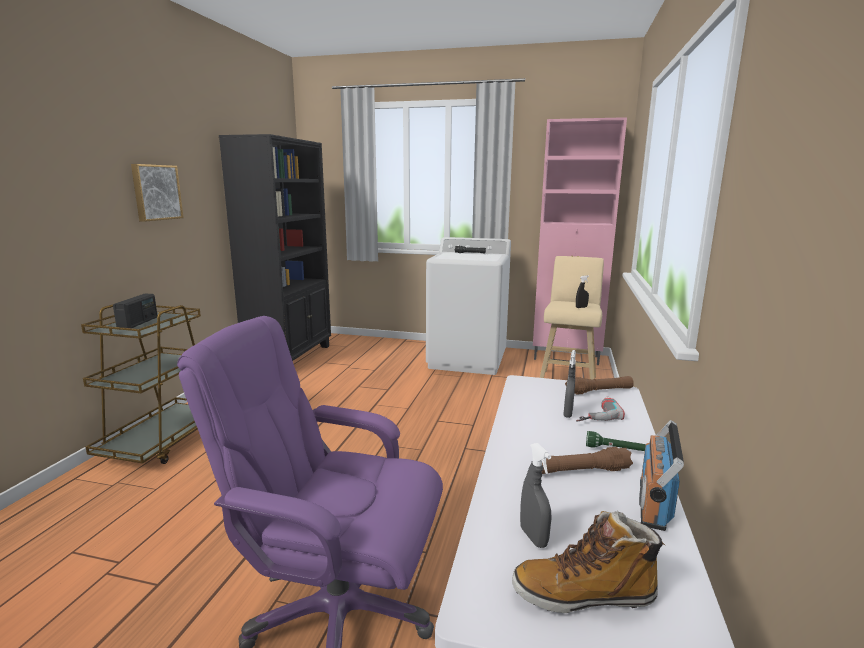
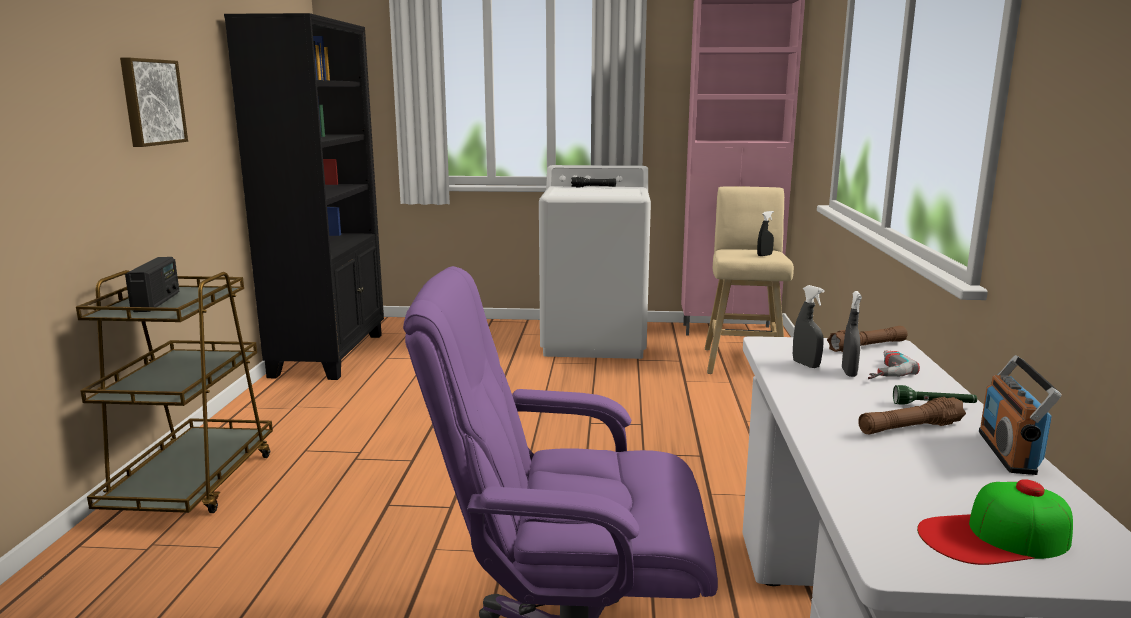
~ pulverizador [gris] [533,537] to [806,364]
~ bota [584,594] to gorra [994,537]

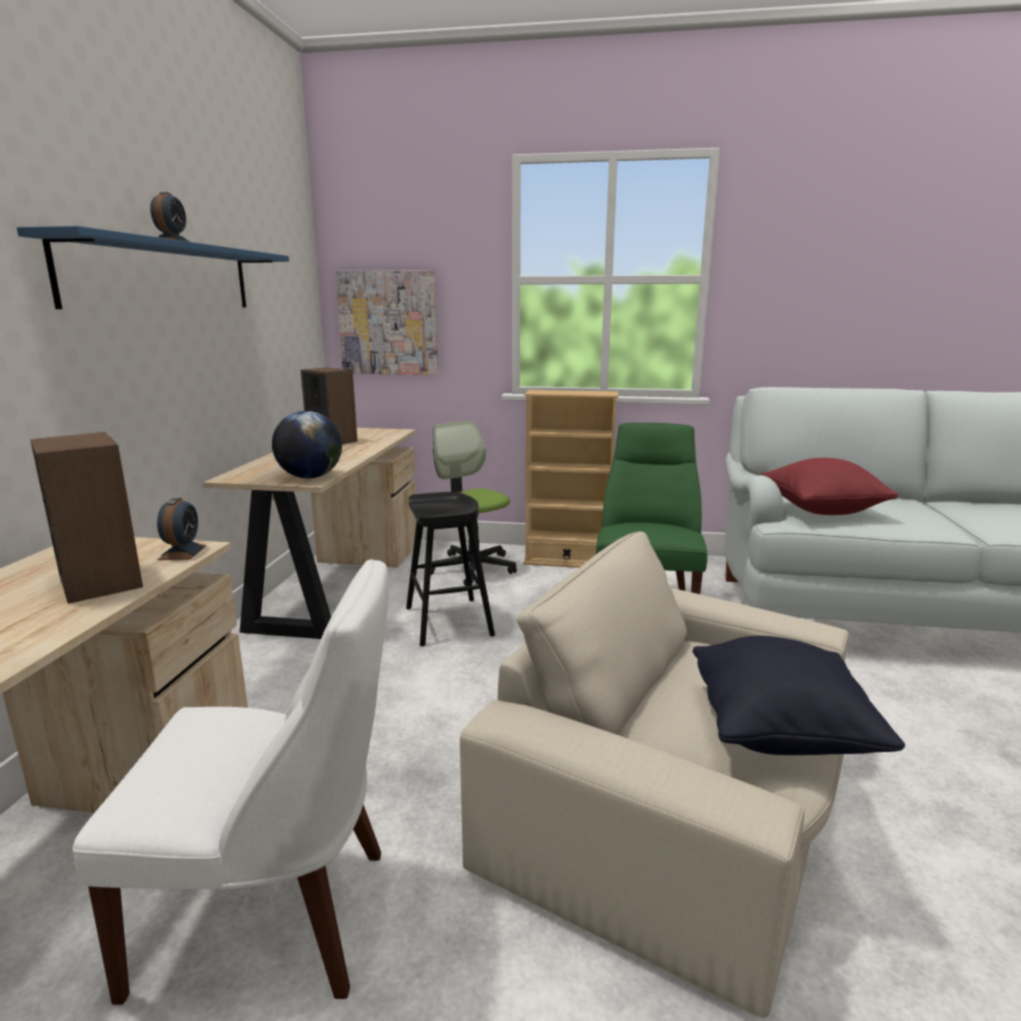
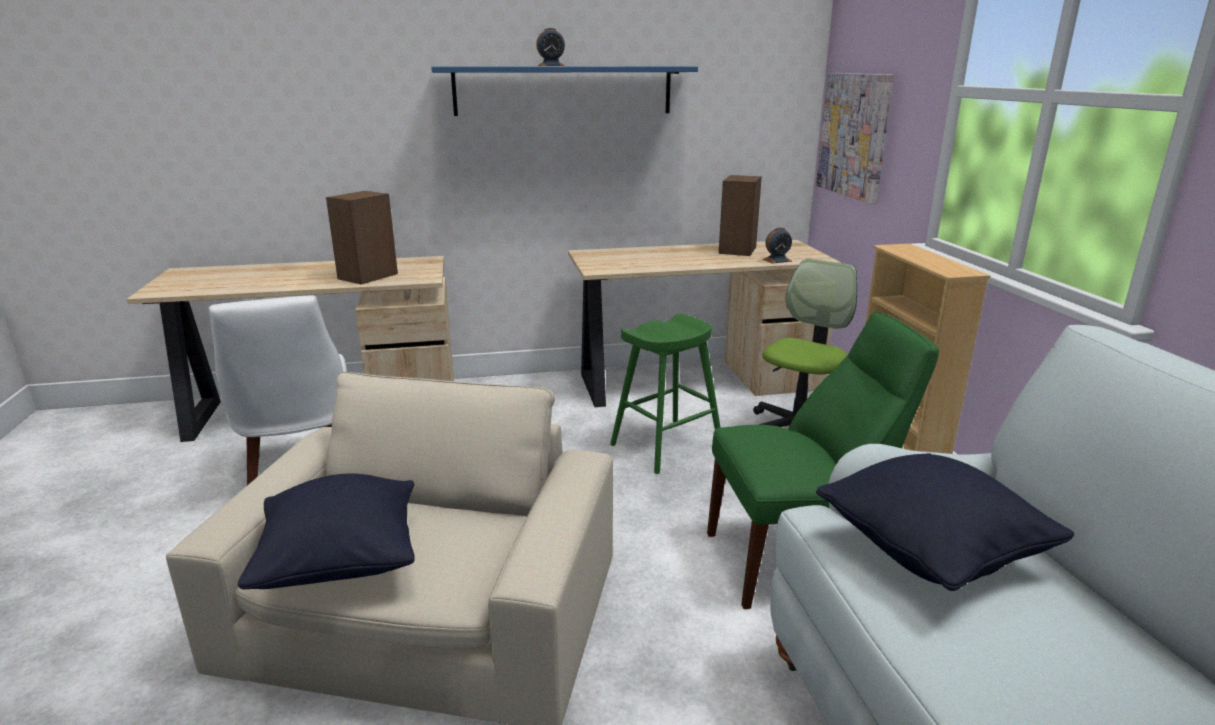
- globo terráqueo [310,477]
~ cojín [rojo] [821,510] to cojín [negro] [930,553]
~ taburete [negro] [448,621] to taburete [verde] [666,446]
~ despertador [182,552] to [777,260]

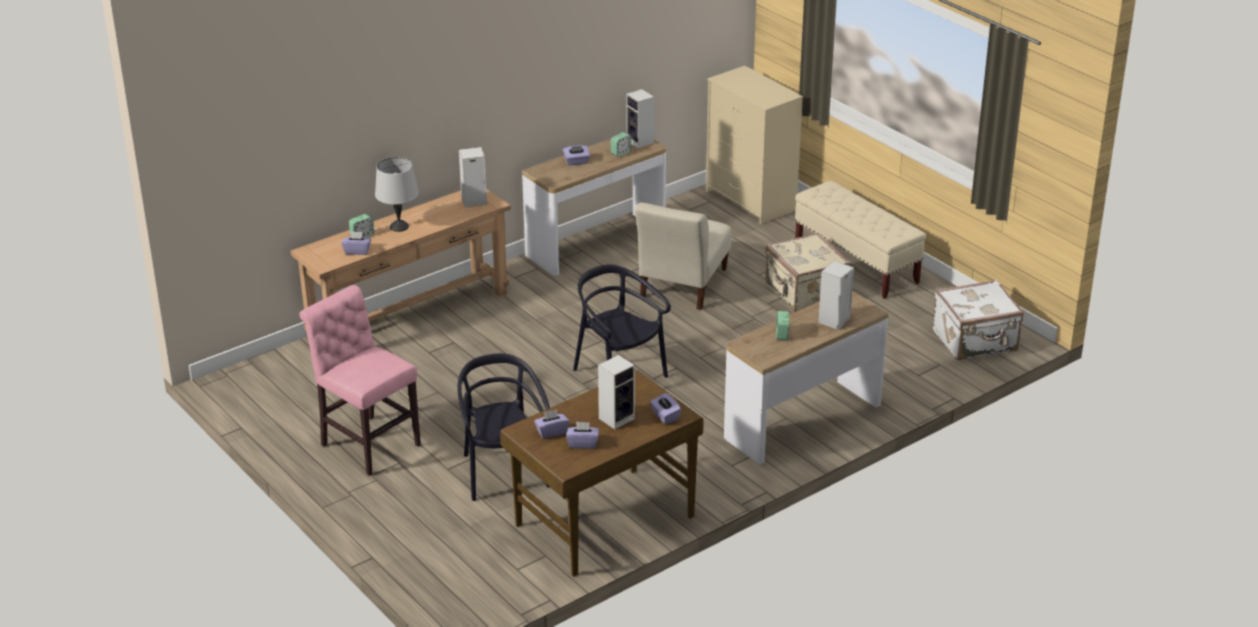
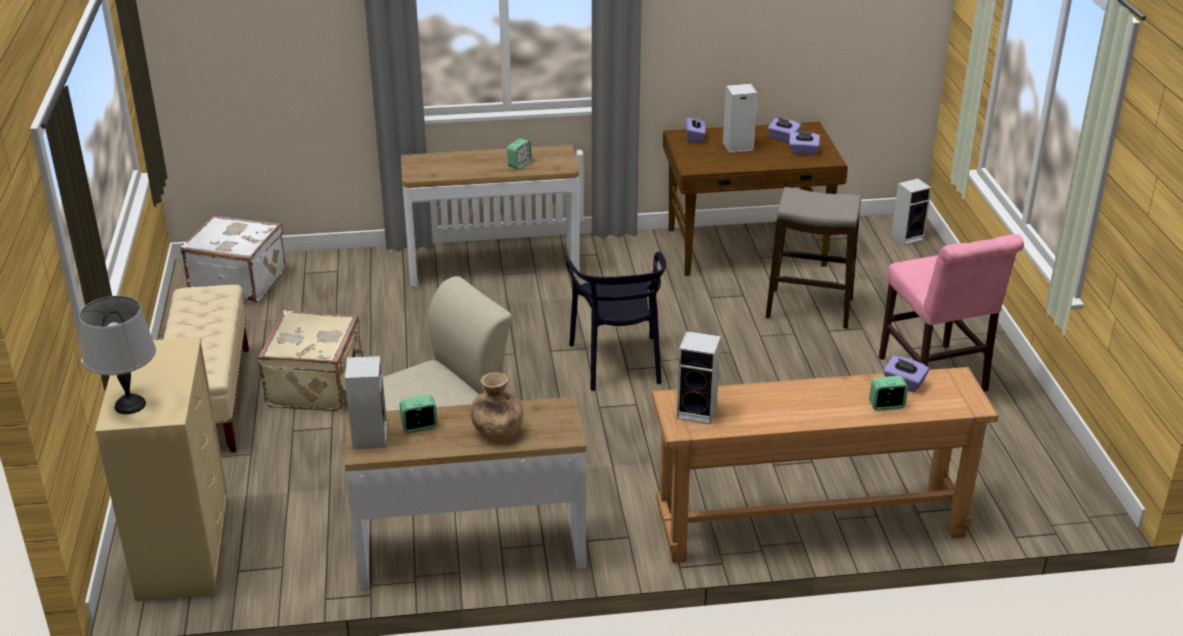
~ caja de pañuelos [morado] [576,162] to florero [marrón] [497,431]
~ lámpara de mesa [gris] [399,226] to [130,405]
~ altavoz [834,321] to [908,237]
~ silla [negro] [503,472] to taburete [809,309]

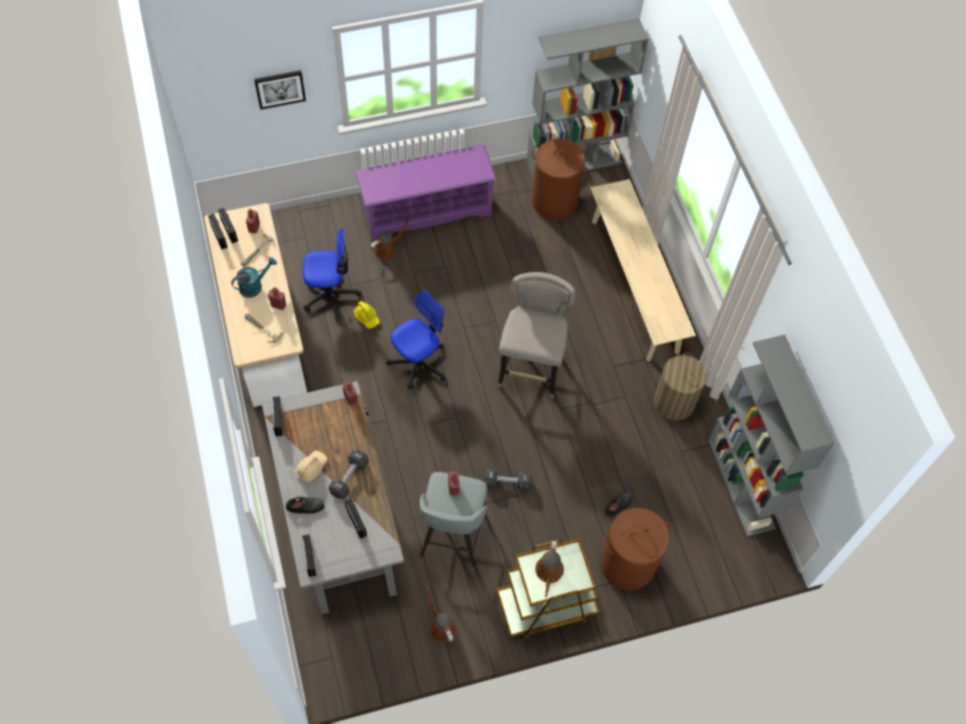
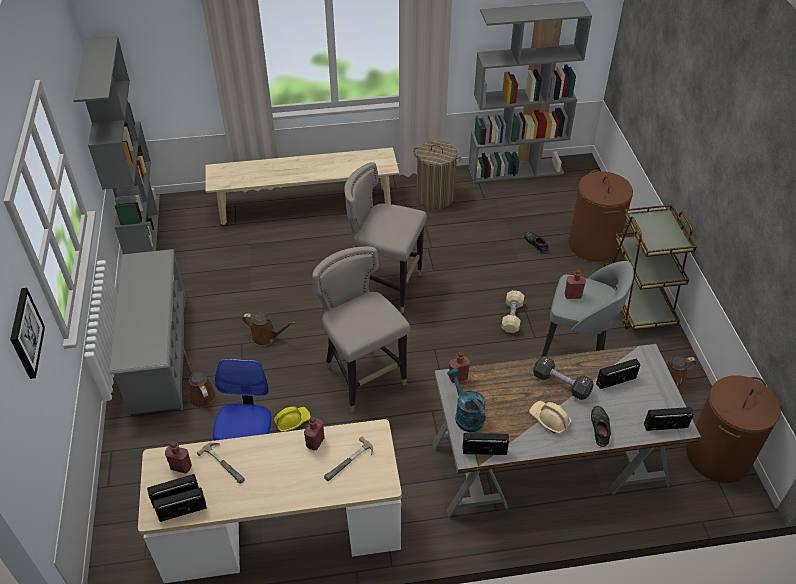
~ cesto de la ropa [marrón] [554,201] to [718,457]
~ zapatero [morado] [426,211] to zapatero [gris] [159,353]
~ regadera [turquesa] [254,286] to [466,415]
~ silla de oficina [418,363] to taburete [gris] [363,377]
~ mancuerna [negro] [507,482] to mancuerna [beis] [512,317]
~ regadera [marrón] [549,572] to [266,336]

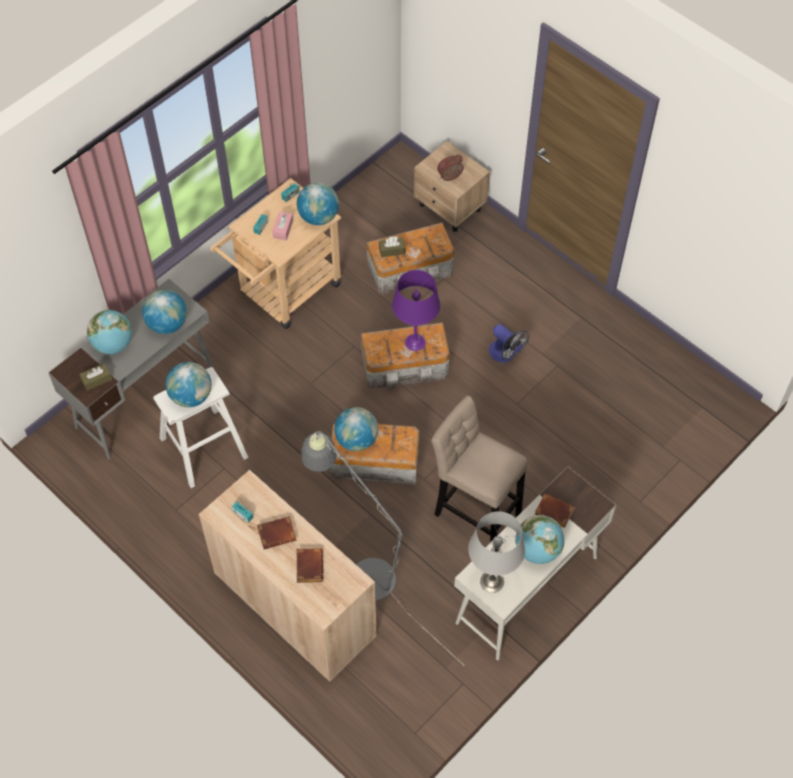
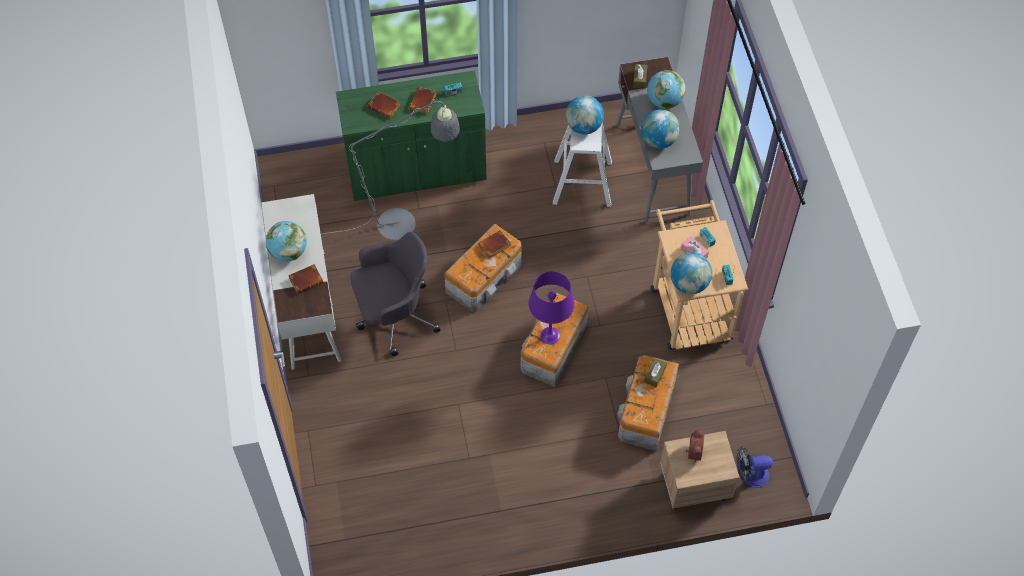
~ ventilador [506,354] to [750,476]
~ taburete [beis] [474,510] to silla de oficina [gris] [394,316]
~ globo terráqueo [356,439] to libro [marrón] [494,247]
~ armario [beis] [294,604] to armario [verde] [416,171]
- lámpara de mesa [gris] [491,581]

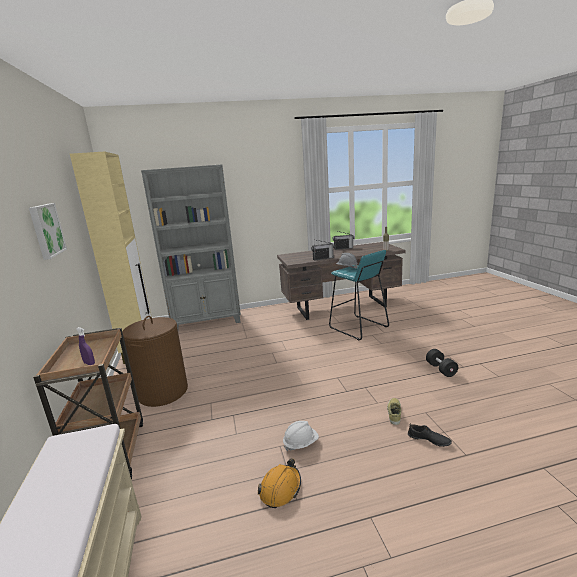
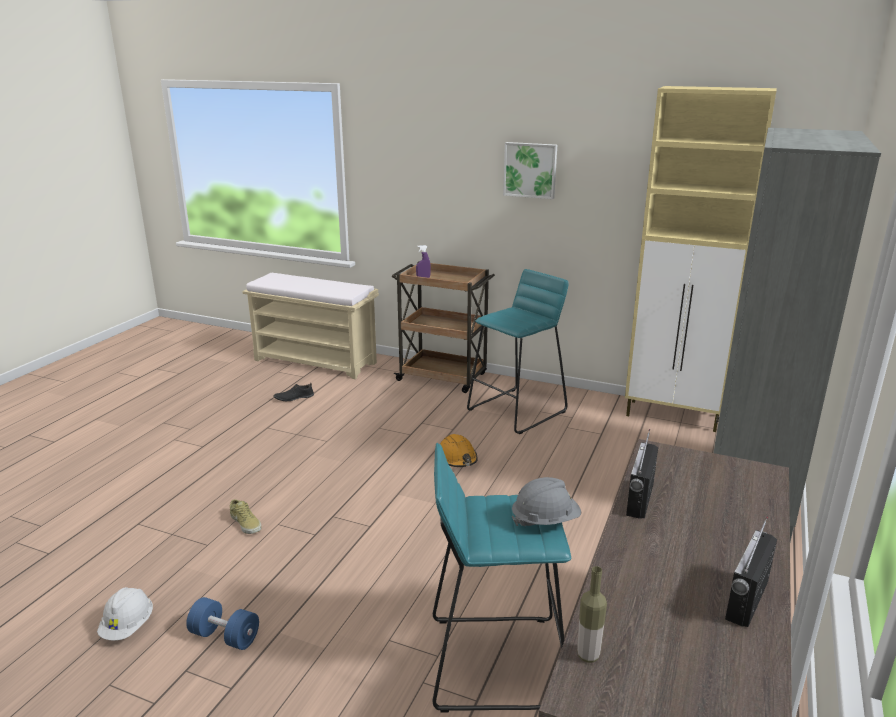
~ cesto de la ropa [marrón] [163,392] to taburete [turquesa] [517,411]
~ mancuerna [negro] [441,369] to mancuerna [azul] [225,636]
~ casco [blanco] [301,443] to [128,626]
~ zapato [negro] [429,440] to [294,397]
~ casco [naranja] [280,488] to [457,459]

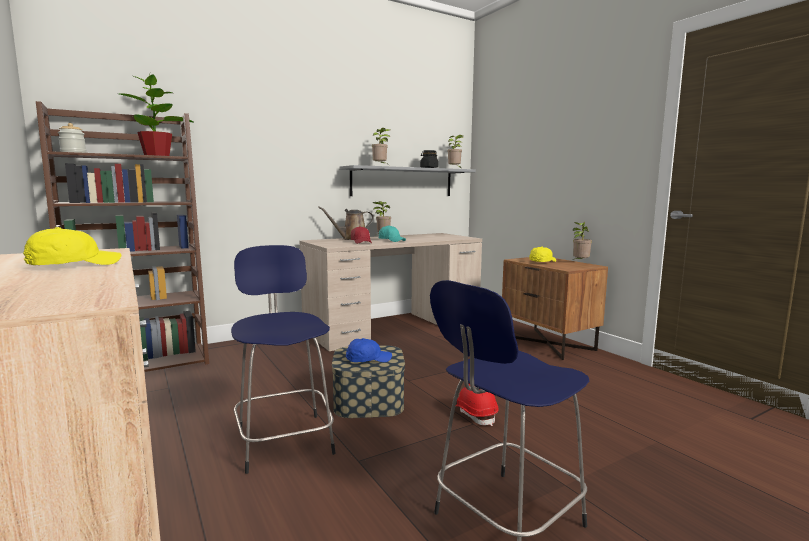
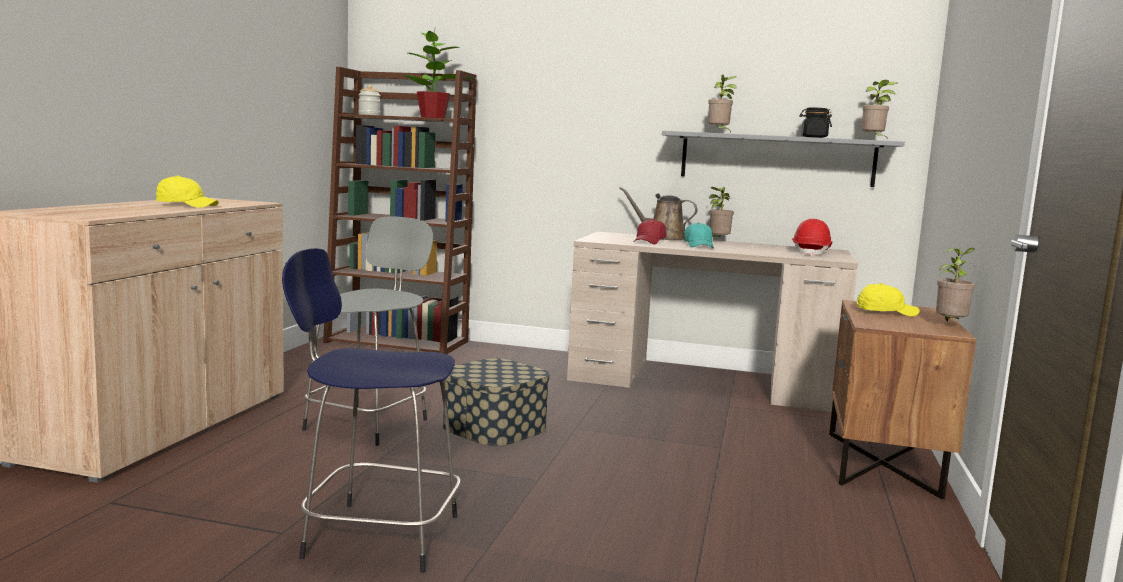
~ taburete [azul] [284,439] to taburete [gris] [369,423]
- gorra [azul] [368,359]
~ casco [rojo] [475,414] to [811,253]

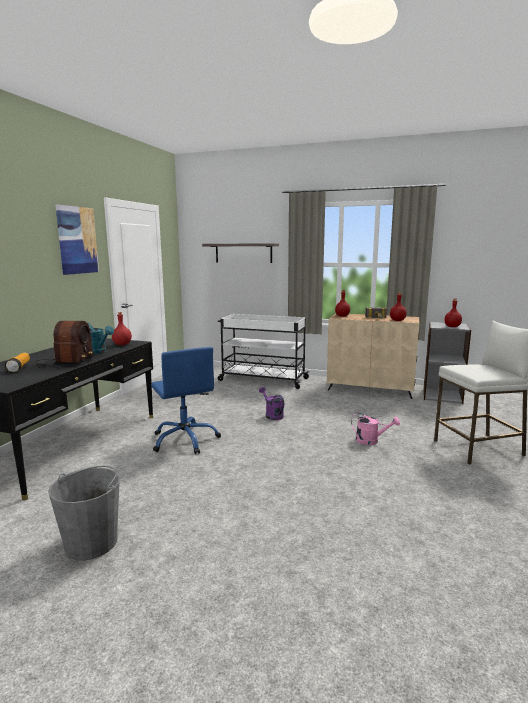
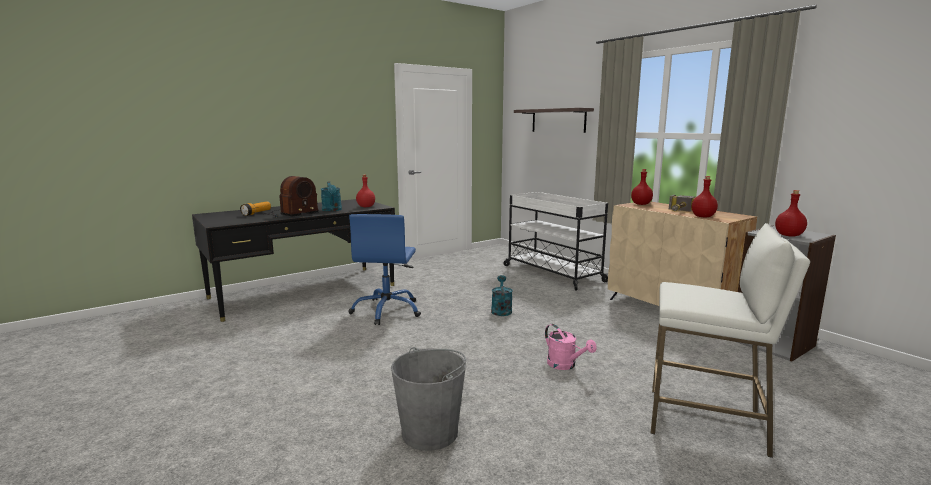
- cuadro [77,240]
~ regadera [morado] [272,415] to regadera [turquesa] [501,310]
~ cubo [gris] [92,542] to [430,432]

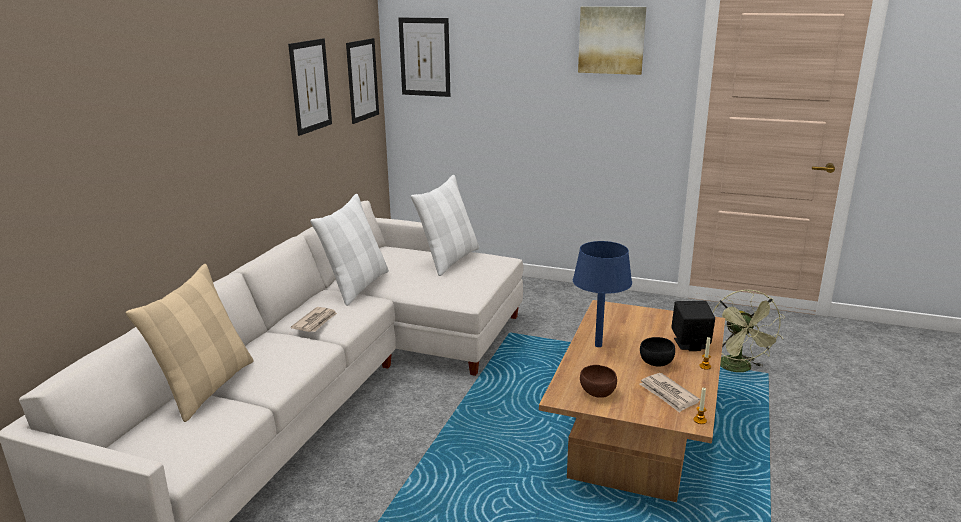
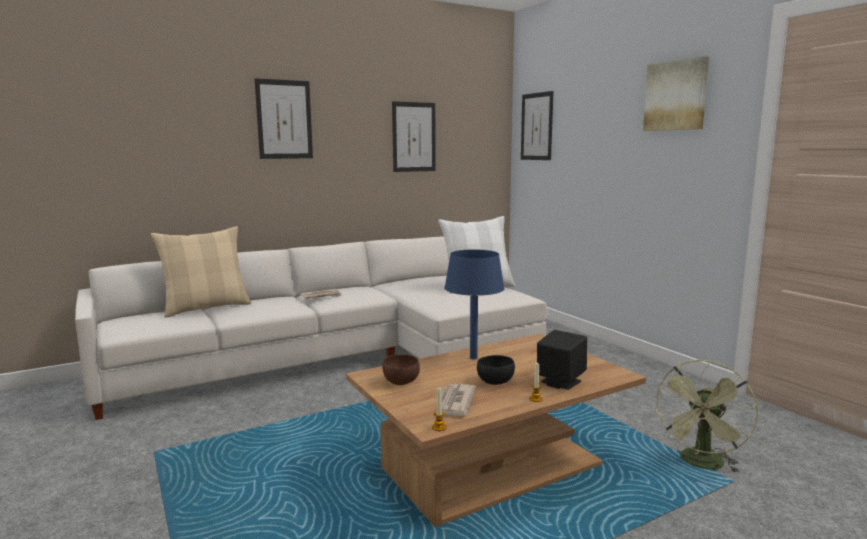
~ cuadro [362,80] to [284,119]
- cojín [blanco] [356,286]

